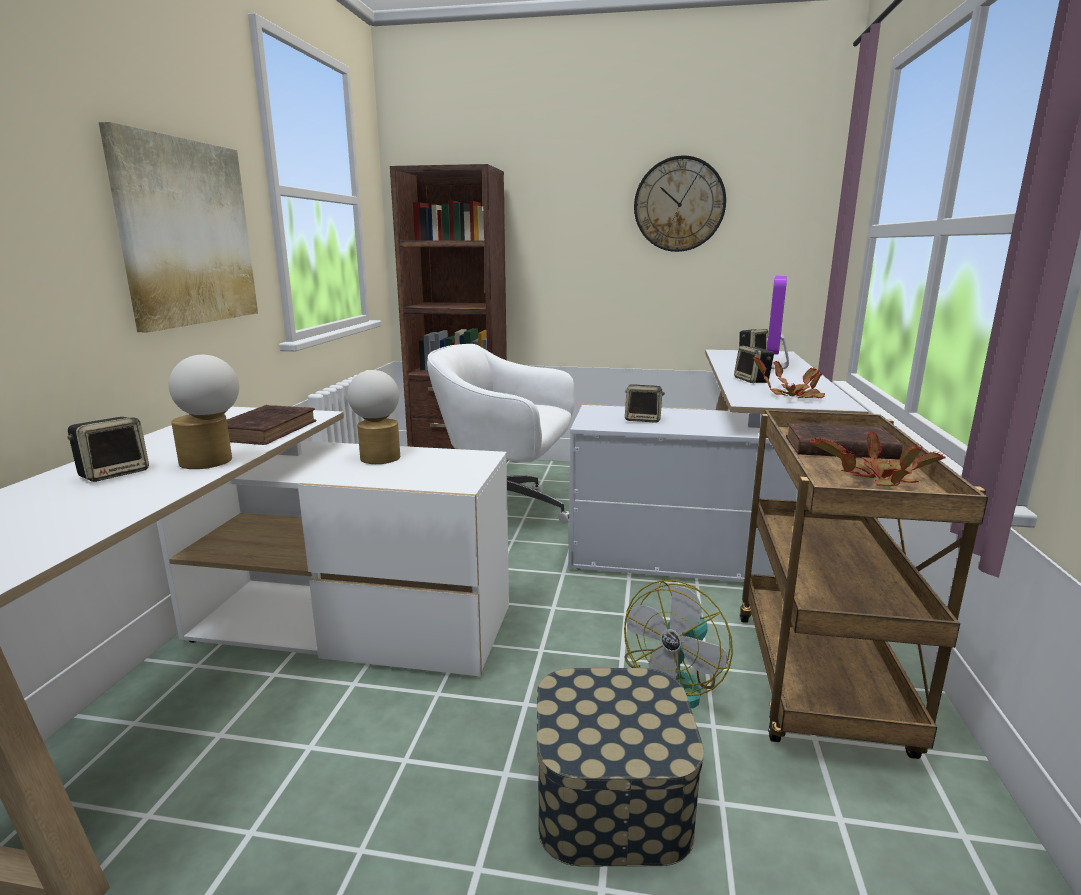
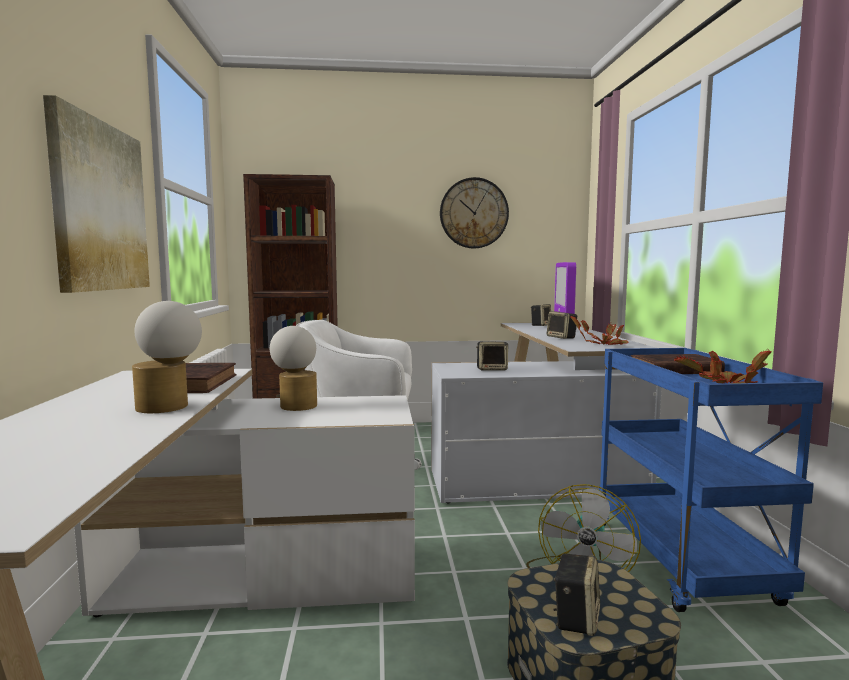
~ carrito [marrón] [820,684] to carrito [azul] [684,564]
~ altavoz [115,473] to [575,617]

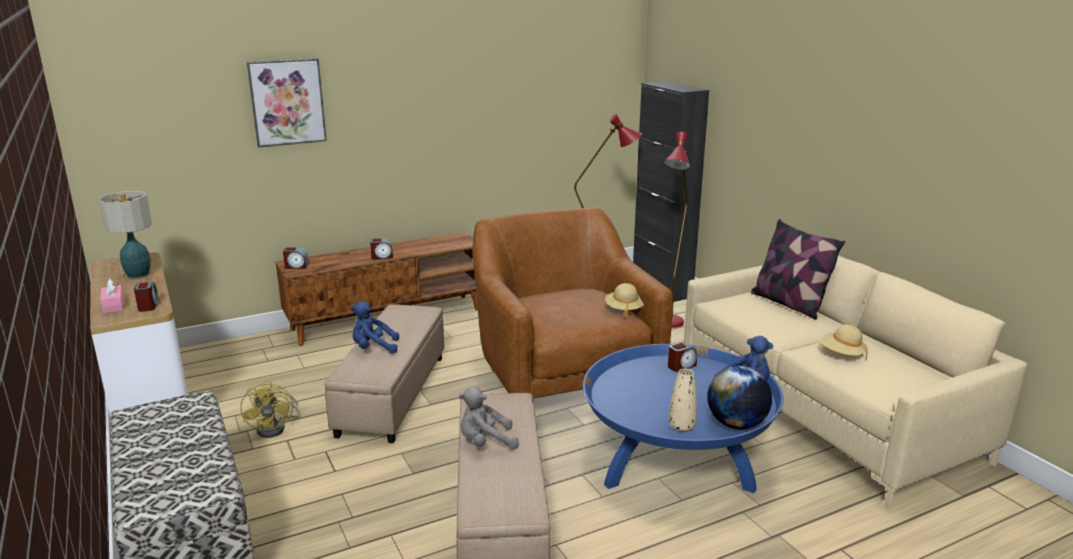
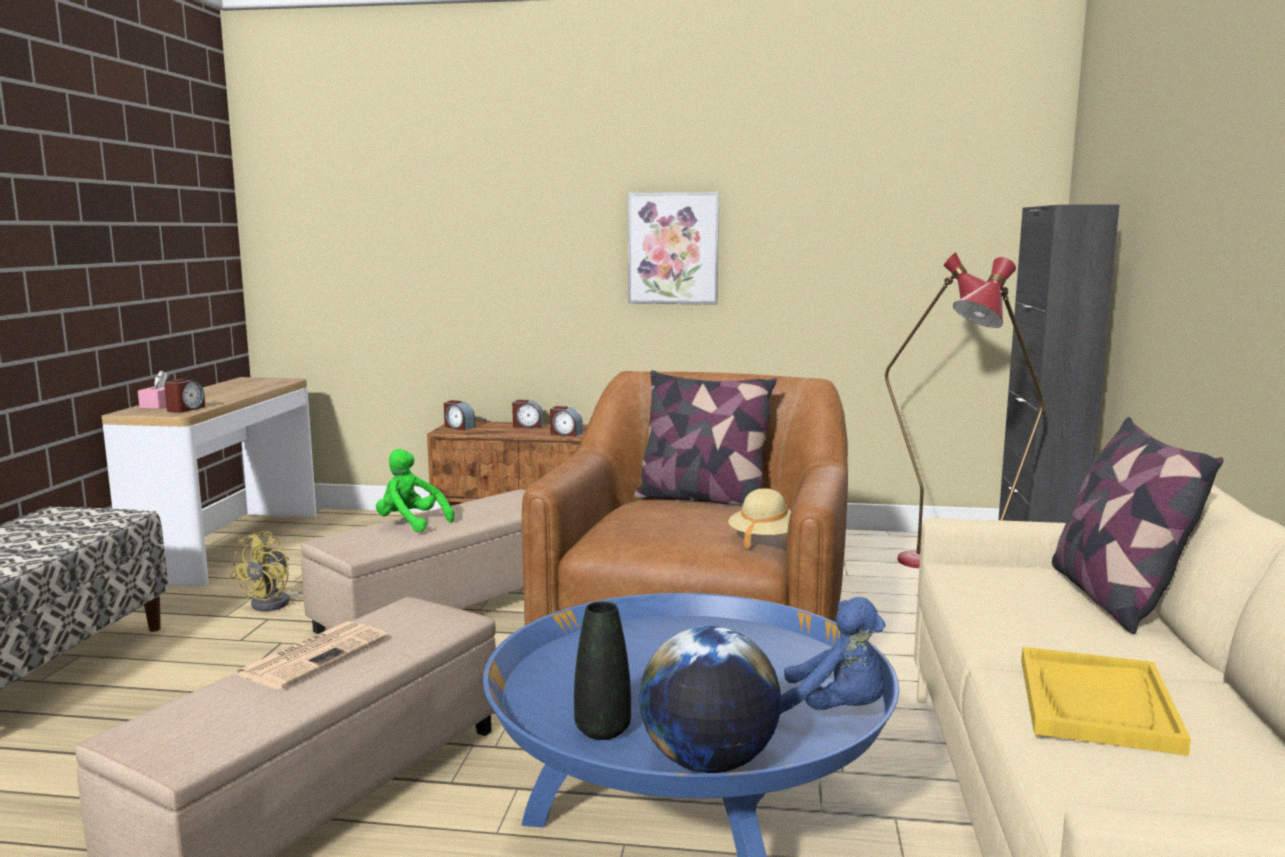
~ cuadro [287,102] to [673,248]
- lámpara de mesa [138,274]
~ peluche [azul] [373,348] to peluche [verde] [411,523]
~ sombrero [beis] [842,354] to bandeja [amarillo] [1097,704]
~ despertador [681,366] to [527,426]
~ florero [beis] [681,427] to florero [negro] [602,730]
~ peluche [gris] [485,442] to periódico [314,655]
+ cojín [702,499]

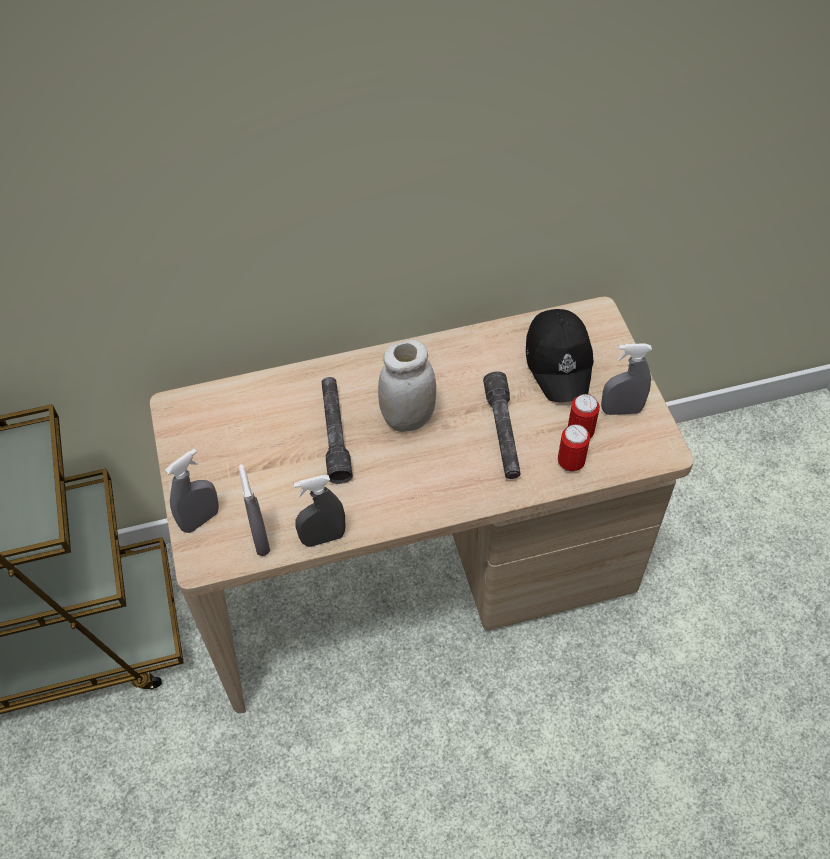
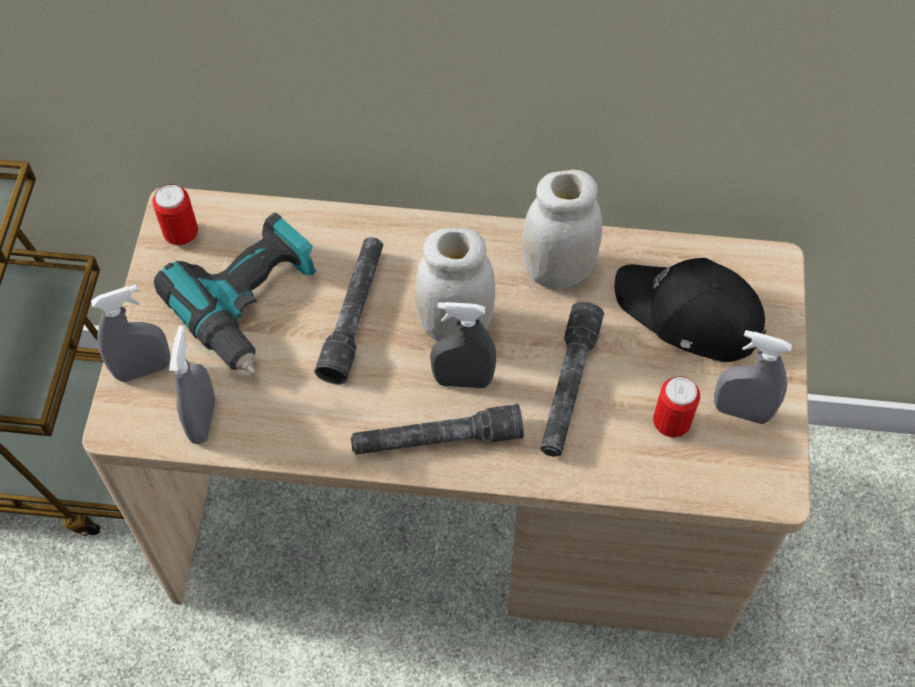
~ gorra [negro] [559,361] = [689,315] 105 degrees clockwise
~ lata [570,463] to [181,235]
~ pulverizador [gris] [323,538] to [463,380]
+ tarro [blanco] [558,270]
+ taladro [252,304]
+ linterna [gris] [436,440]

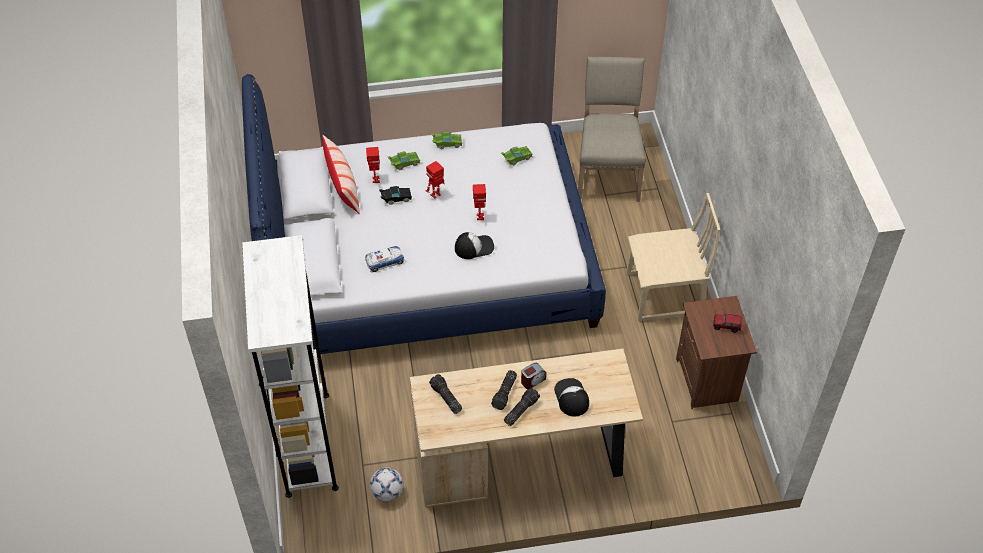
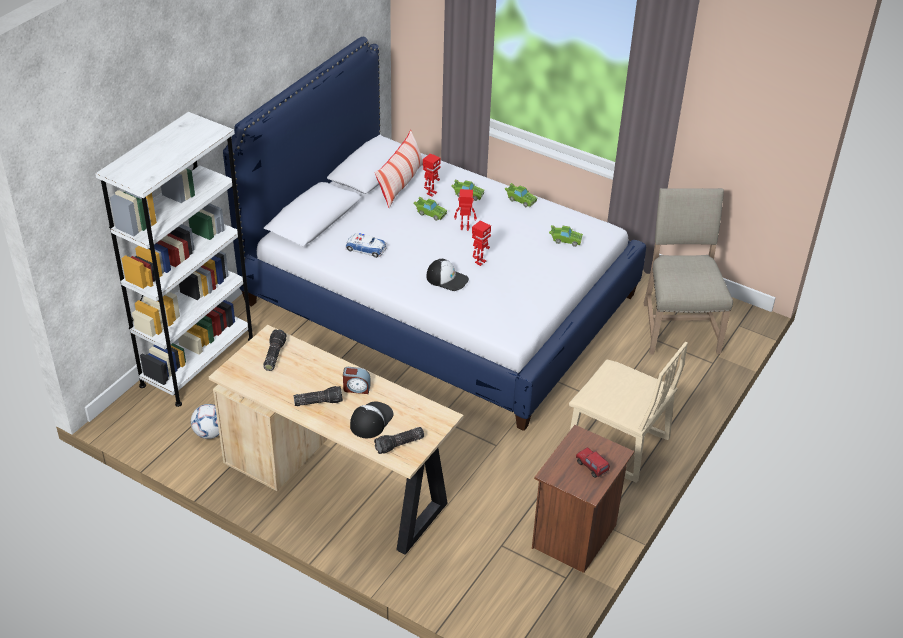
~ silla [beis] [607,173] = [678,326] 45 degrees counterclockwise
~ coche de juguete [negro] [395,198] to coche de juguete [verde] [430,213]
~ linterna [505,393] to [399,445]

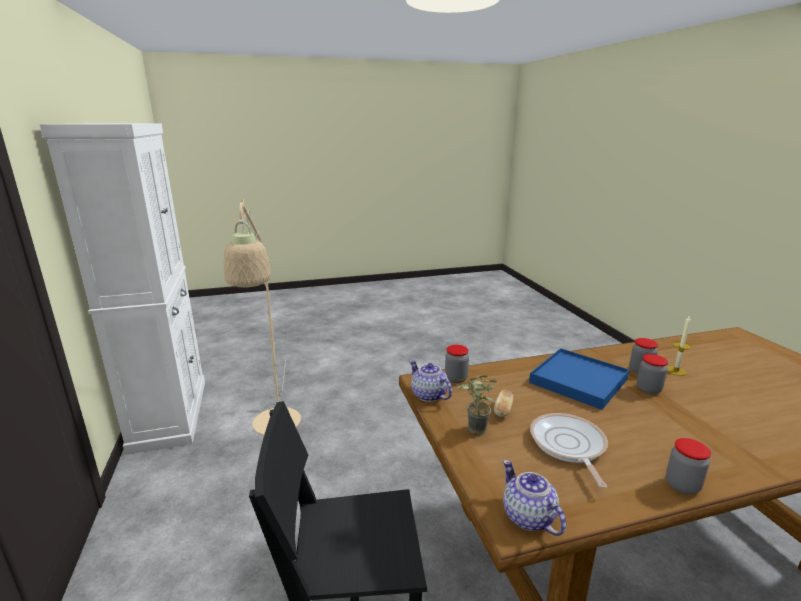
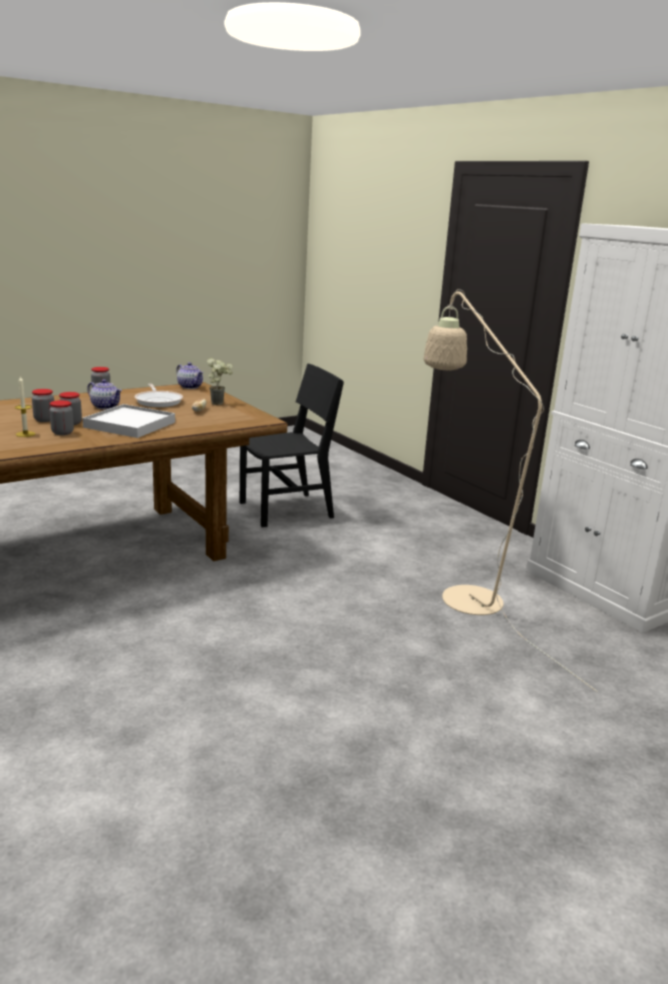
~ tarro [456,378] to [44,420]
~ bandeja [azul] [578,381] to bandeja [blanco] [130,425]
~ tetera [429,395] to [105,406]

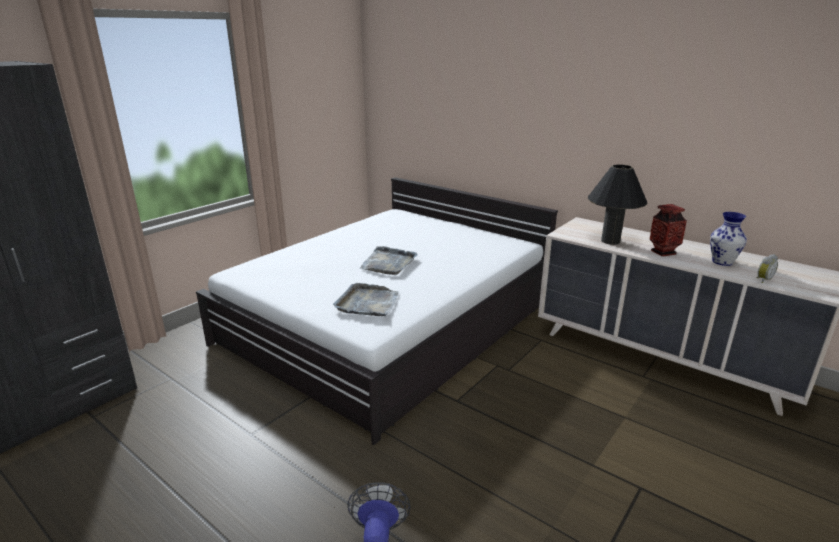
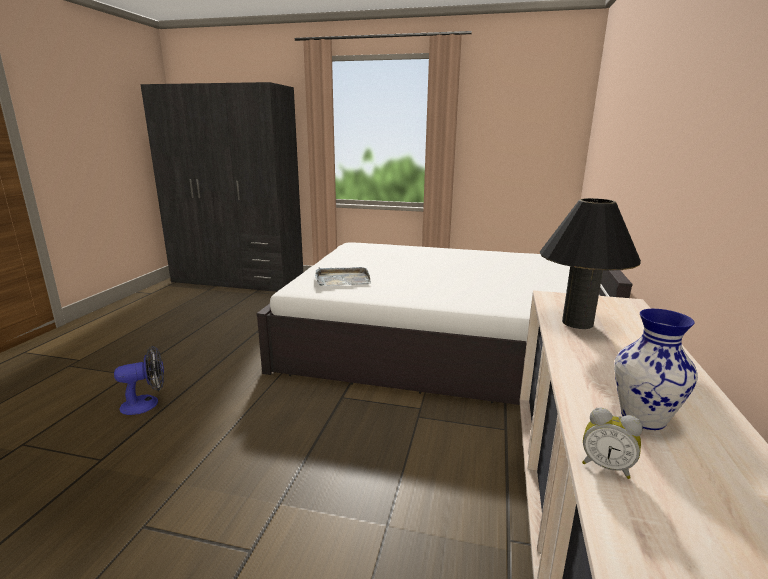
- florero [663,252]
- bandeja [gris] [388,263]

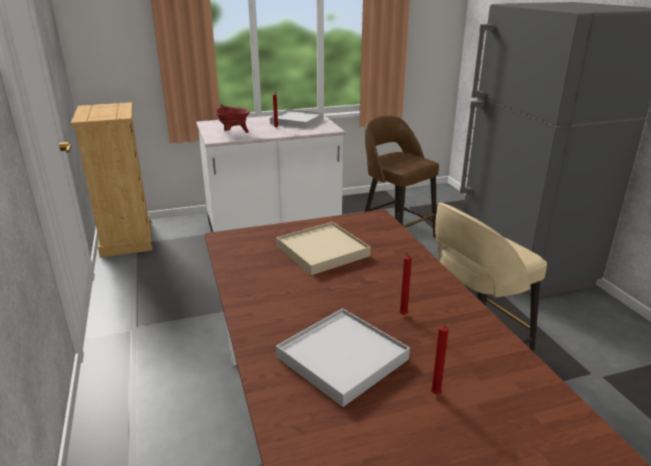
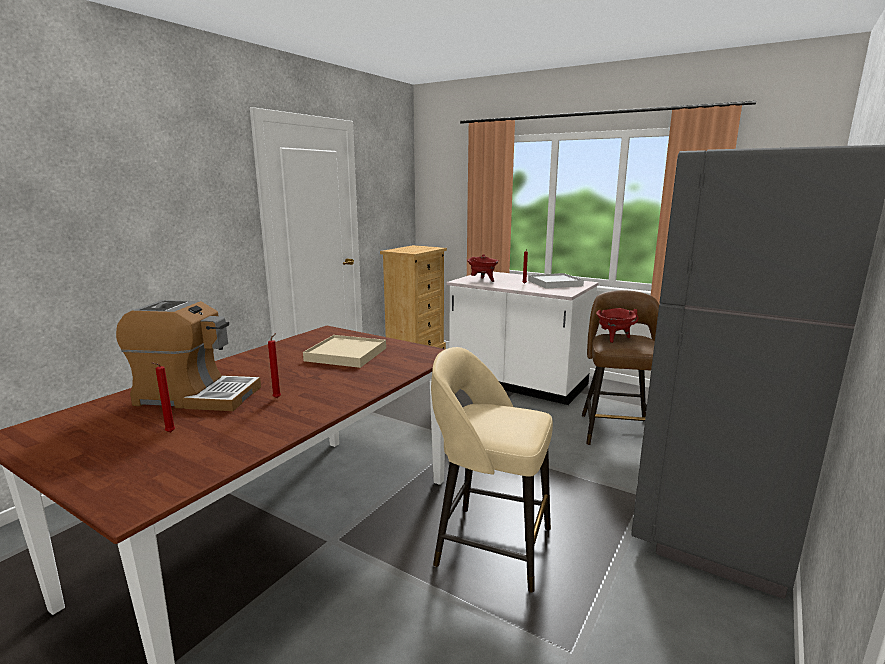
~ bandeja [blanco] [342,358] to cafetera [196,396]
+ olla [rojo] [614,338]

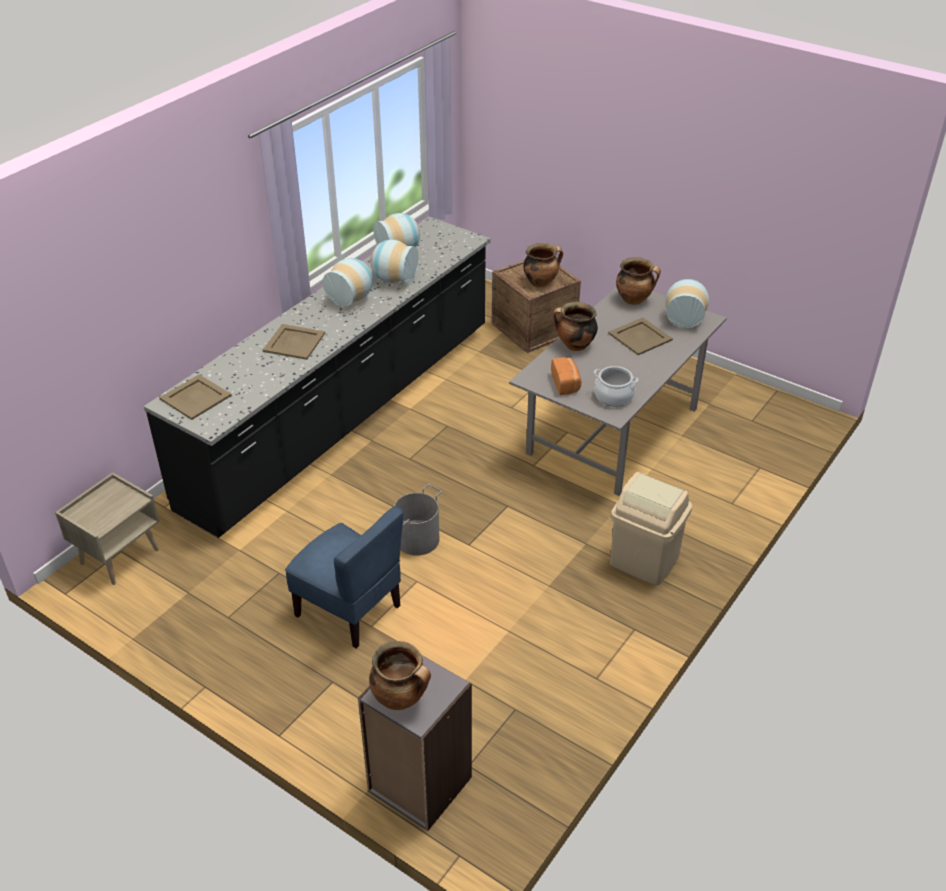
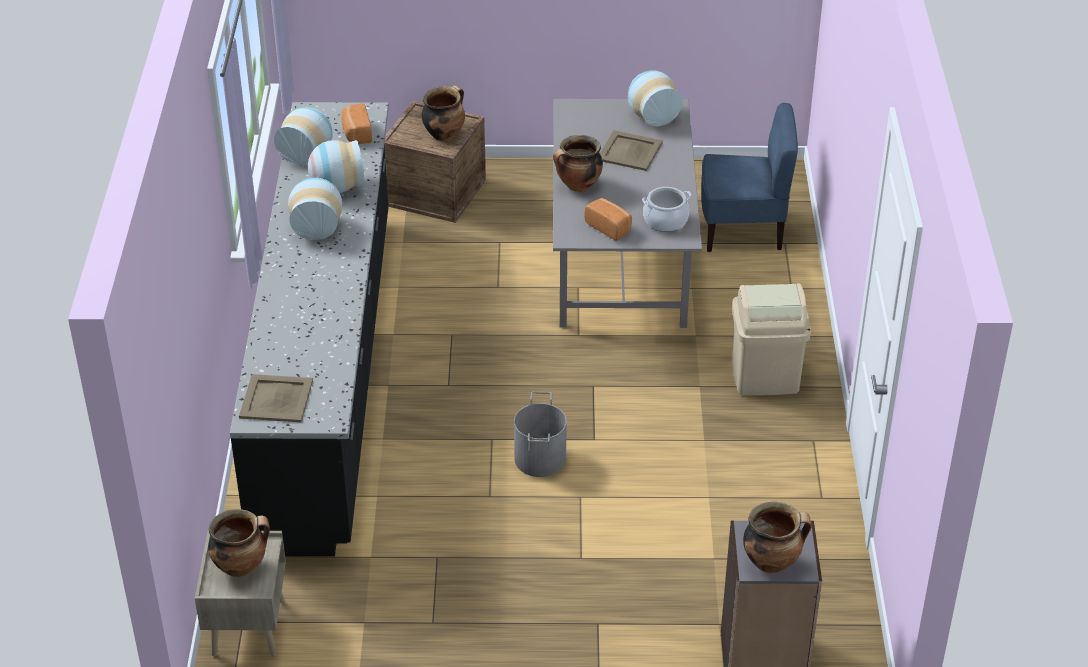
~ olla [634,300] to [241,566]
- bandeja [beis] [294,342]
~ silla [azul] [349,610] to [742,230]
+ pan [356,134]

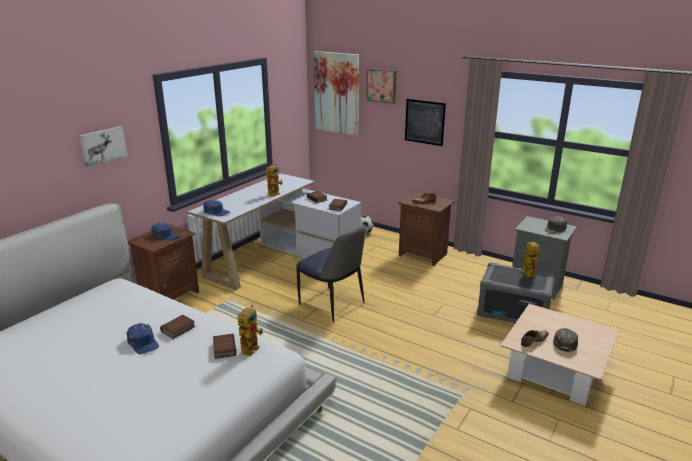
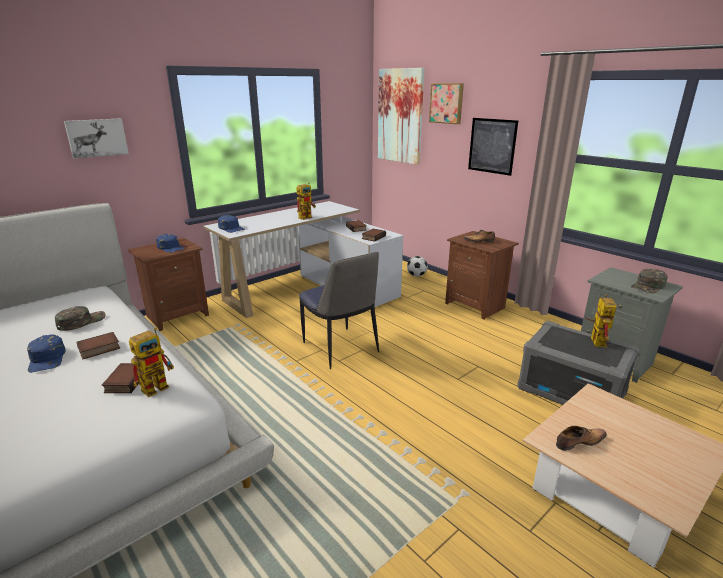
~ gorra [verde] [564,341] to [81,321]

